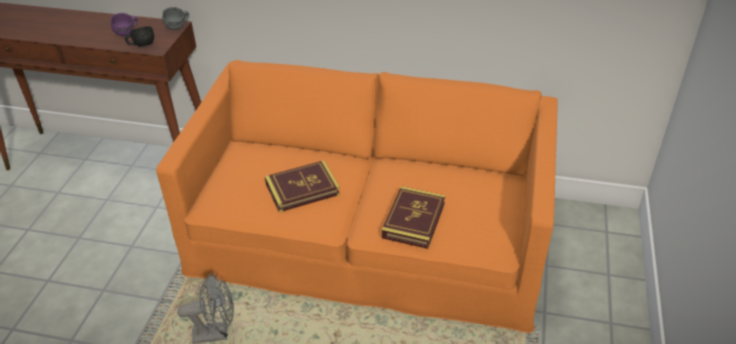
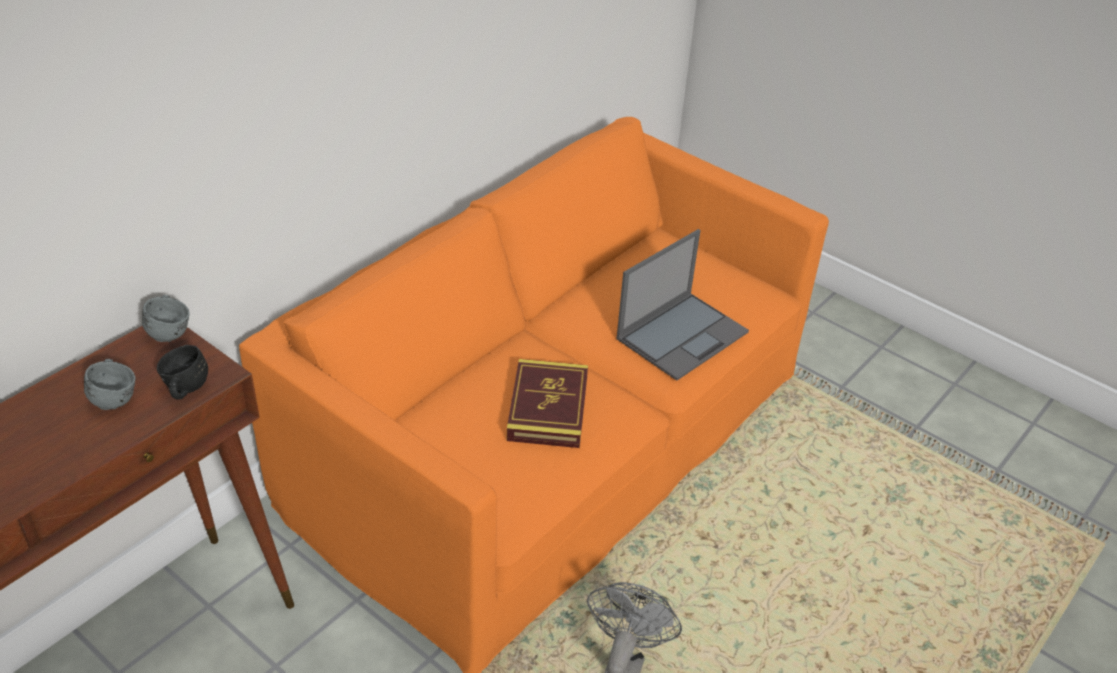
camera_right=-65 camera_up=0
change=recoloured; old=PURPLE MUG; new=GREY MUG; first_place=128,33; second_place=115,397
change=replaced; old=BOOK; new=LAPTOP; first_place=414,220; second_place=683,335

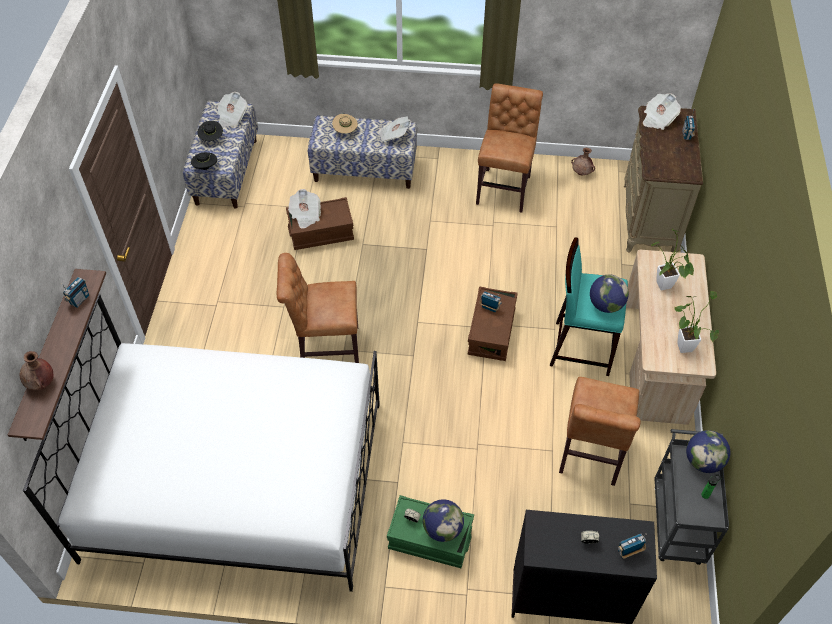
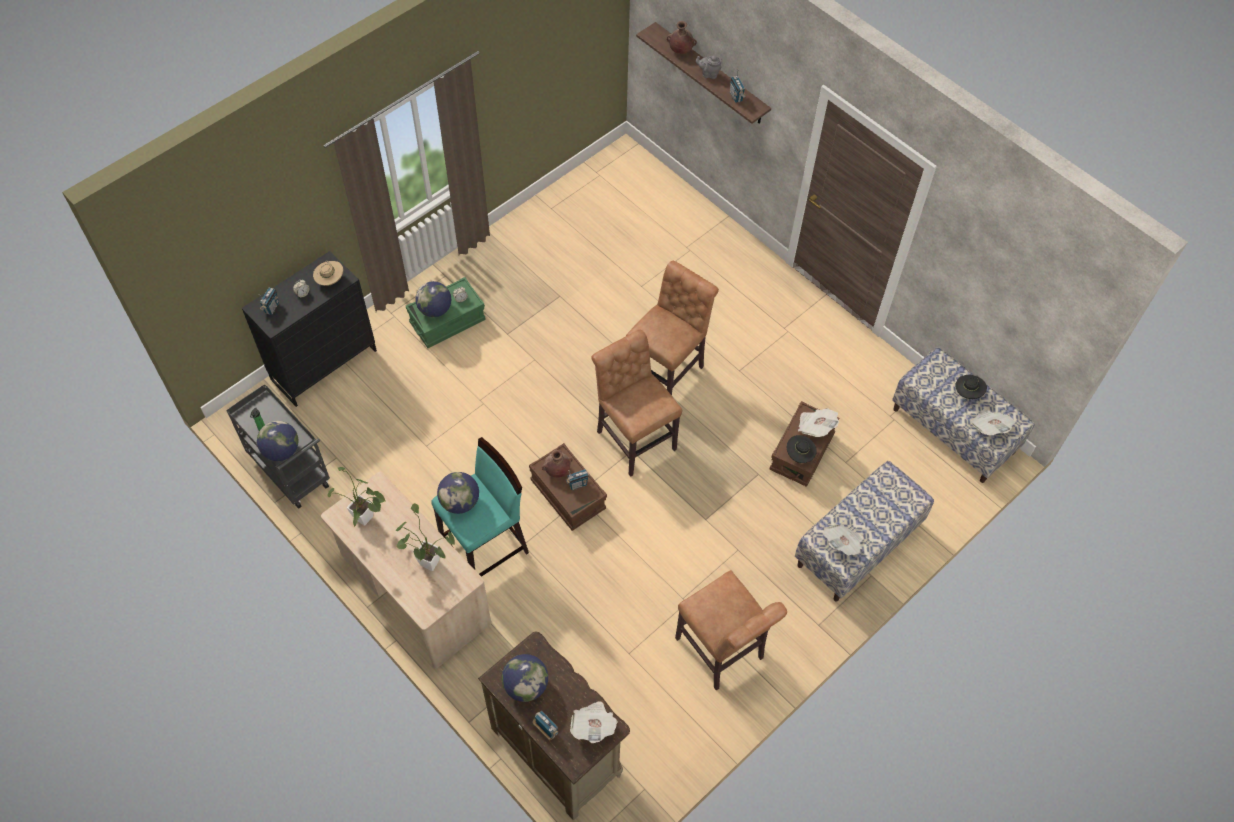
camera_right=130 camera_up=5
change=moved; old=BEIGE HAT; first_place=345,131; second_place=330,280
change=moved; old=BROWN VASE; first_place=581,173; second_place=557,470
change=moved; old=BLACK HAT; first_place=205,167; second_place=799,455
change=removed; old=WHITE BED; first_place=235,479
change=moved; old=BROWN CHAIR; first_place=590,456; second_place=634,437
change=added; new=GREY TEAPOT; second_place=708,74
change=added; new=GLOBE; second_place=526,685

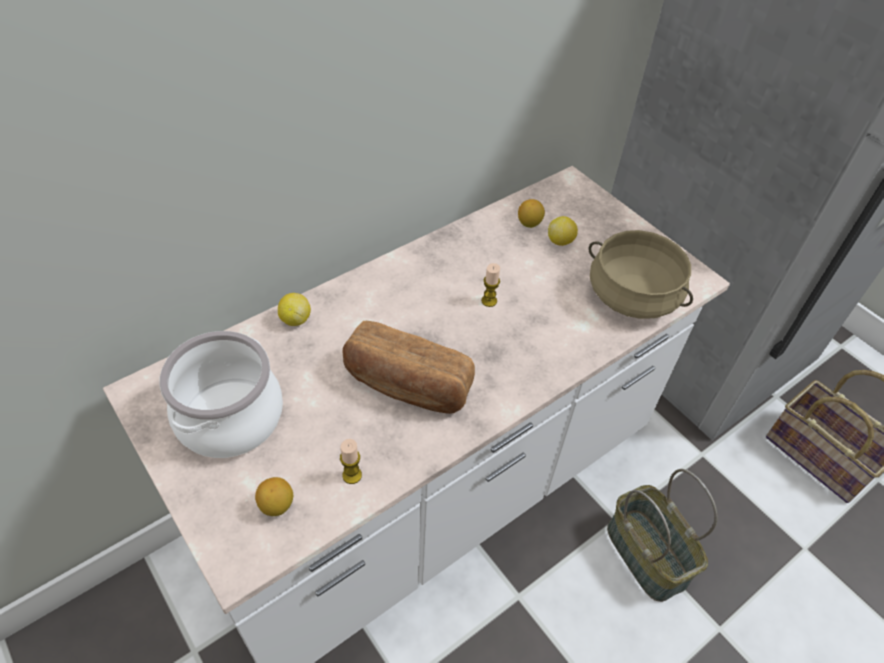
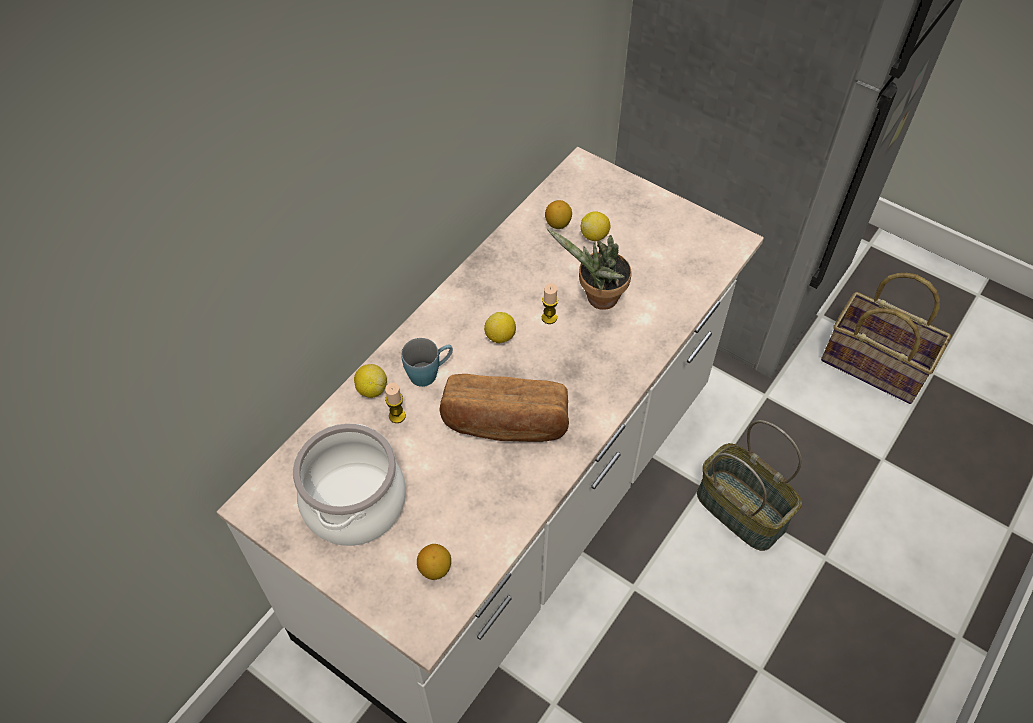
camera_right=-15 camera_up=5
change=removed; old=BEIGE COOKING POT; first_place=632,296
change=moved; old=CANDLE; first_place=352,475; second_place=397,416
change=added; new=POTTED PLANT; second_place=597,299
change=added; new=LEMON; second_place=500,337
change=added; new=BLUE MUG; second_place=429,373

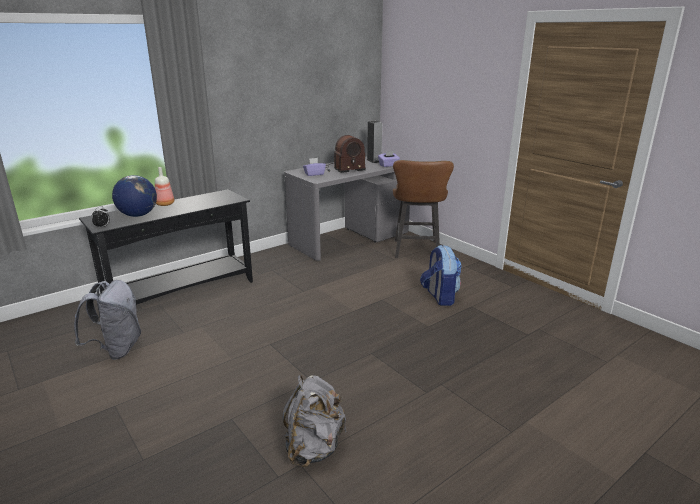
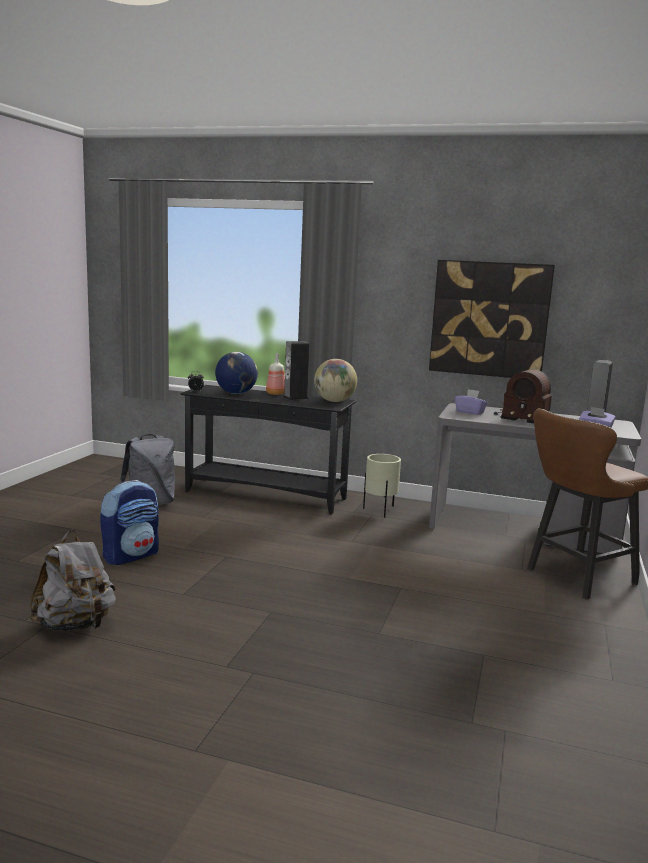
camera_right=55 camera_up=-10
change=moved; old=BACKPACK; first_place=439,297; second_place=131,555
change=added; new=PICTURE; second_place=489,319
change=added; new=SPEAKER; second_place=295,398
change=added; new=GLOBE; second_place=334,401
change=added; new=BEIGE PLANTER; second_place=380,511

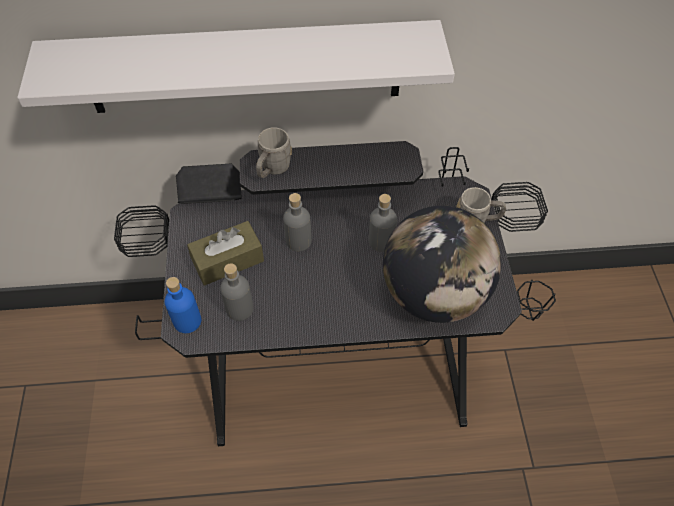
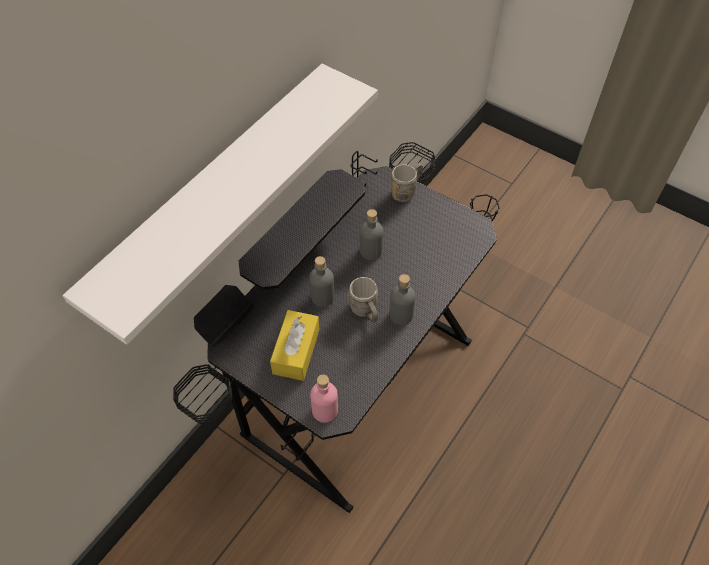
camera_right=-50 camera_up=0
change=moved; old=GREY MUG; first_place=272,169; second_place=365,312
change=removed; old=GLOBE; first_place=434,294
change=recoloured; old=BROWN TISSUE BOX; new=YELLOW TISSUE BOX; first_place=228,260; second_place=296,351
change=moved; old=GREY BOTTLE; first_place=239,309; second_place=401,315
change=recoloured; old=BLUE BOTTLE; new=PINK BOTTLE; first_place=187,321; second_place=325,411

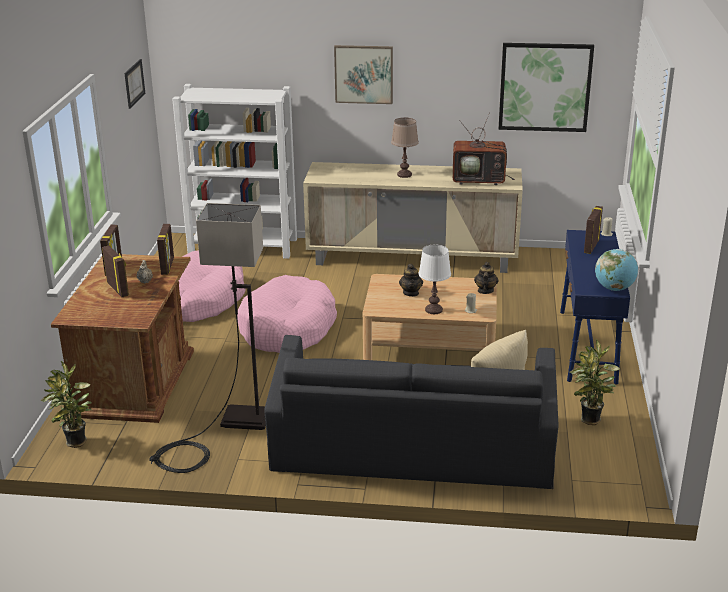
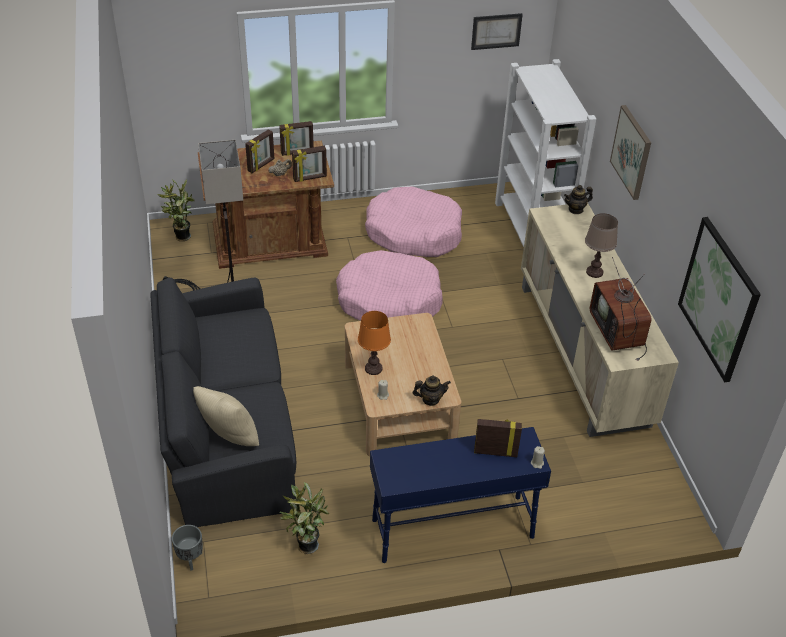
camera_right=70 camera_up=15
change=recoloured; old=WHITE TABLE LAMP; new=ORANGE TABLE LAMP; first_place=433,310; second_place=373,368
change=removed; old=GLOBE; first_place=614,288
change=moved; old=TEAPOT; first_place=411,293; second_place=576,209
change=added; new=GREY PLANTER; second_place=190,559

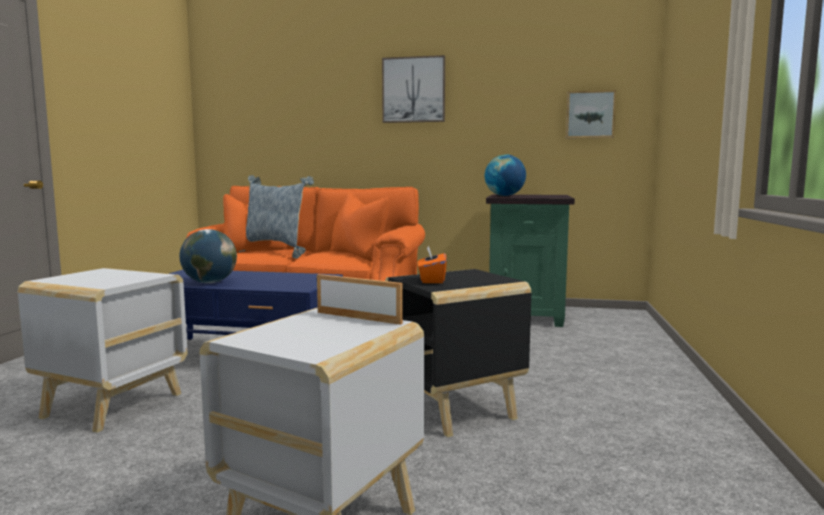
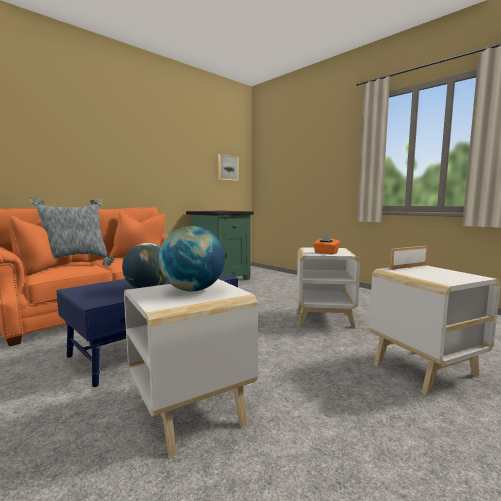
camera_right=-55 camera_up=0
change=removed; old=PICTURE; first_place=413,90
change=moved; old=GLOBE; first_place=504,195; second_place=193,290
change=recoloured; old=BLACK SIDE TABLE; new=WHITE SIDE TABLE; first_place=455,409; second_place=325,319

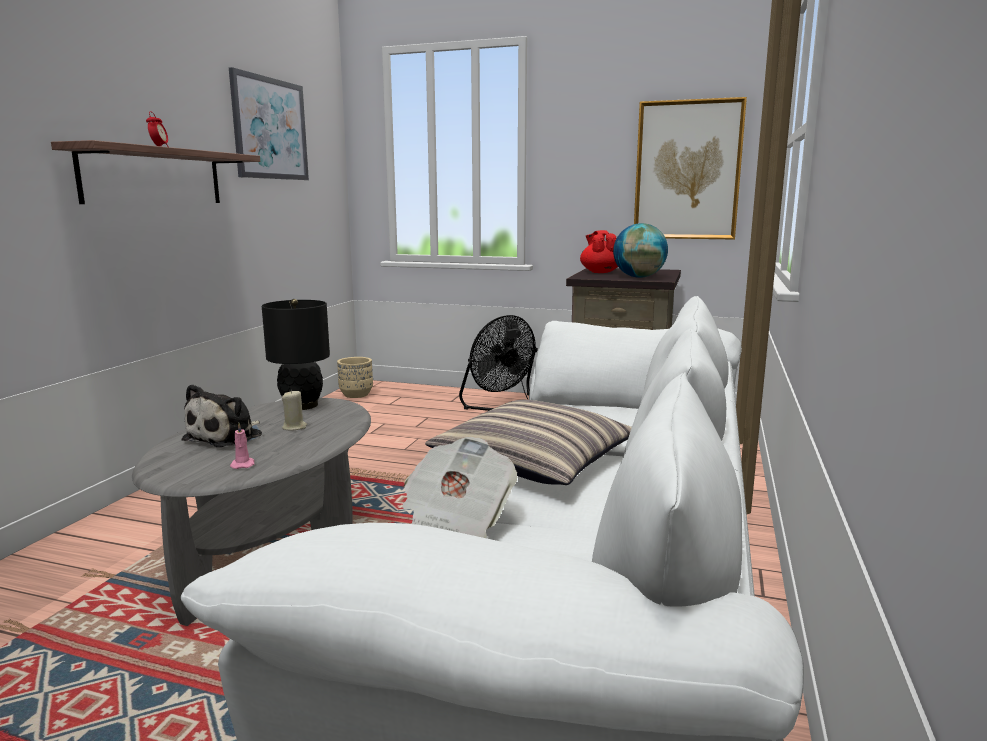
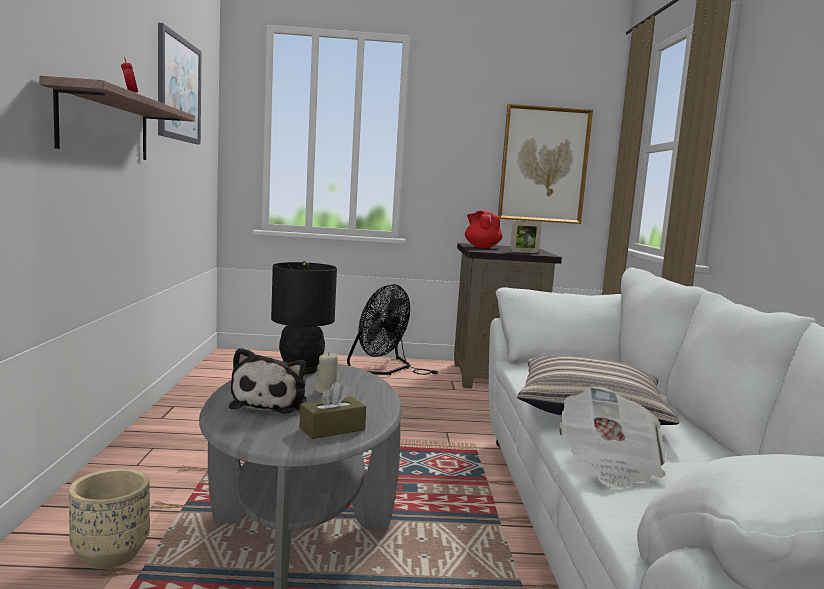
camera_right=-20 camera_up=-5
change=replaced; old=GLOBE; new=PICTURE FRAME; first_place=639,277; second_place=524,252
change=moved; old=BEIGE PLANTER; first_place=356,394; second_place=110,554
change=replaced; old=PINK CANDLE; new=BROWN TISSUE BOX; first_place=243,464; second_place=332,429

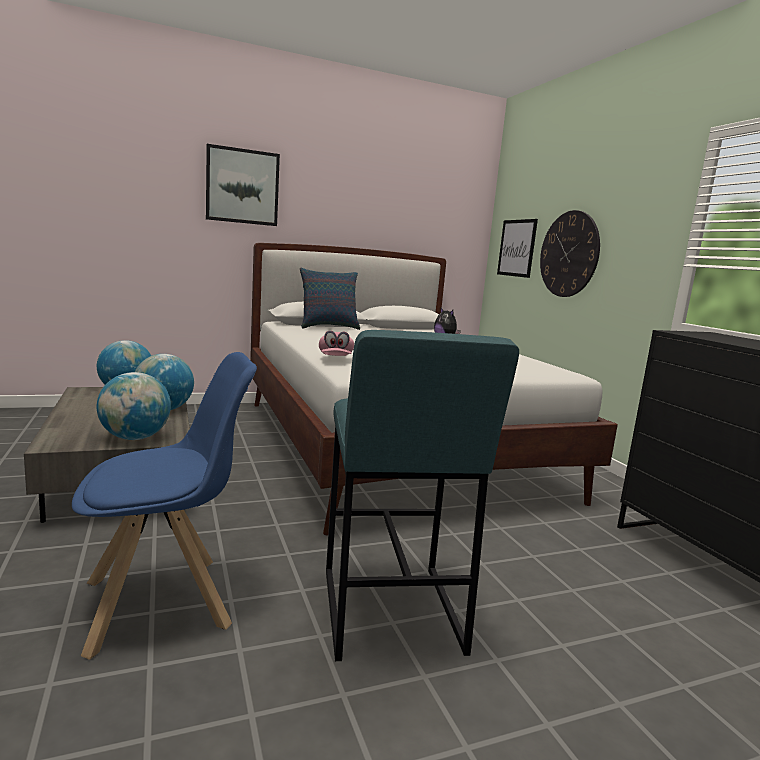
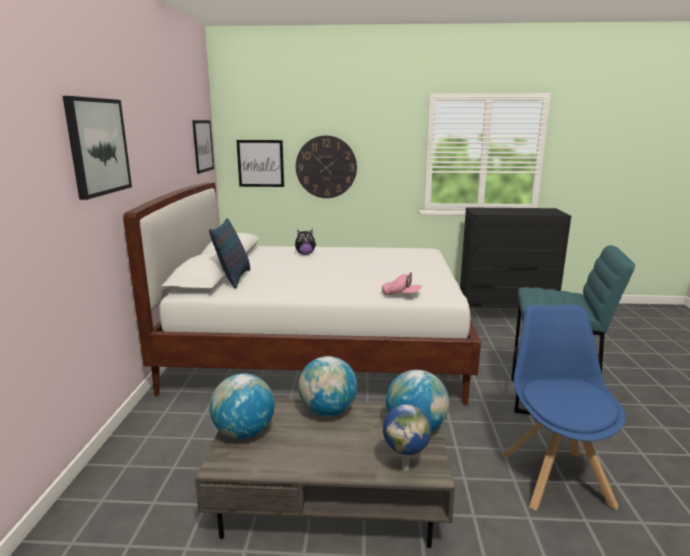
camera_right=-65 camera_up=5
change=added; new=PICTURE; second_place=203,146
change=added; new=GLOBE; second_place=405,467

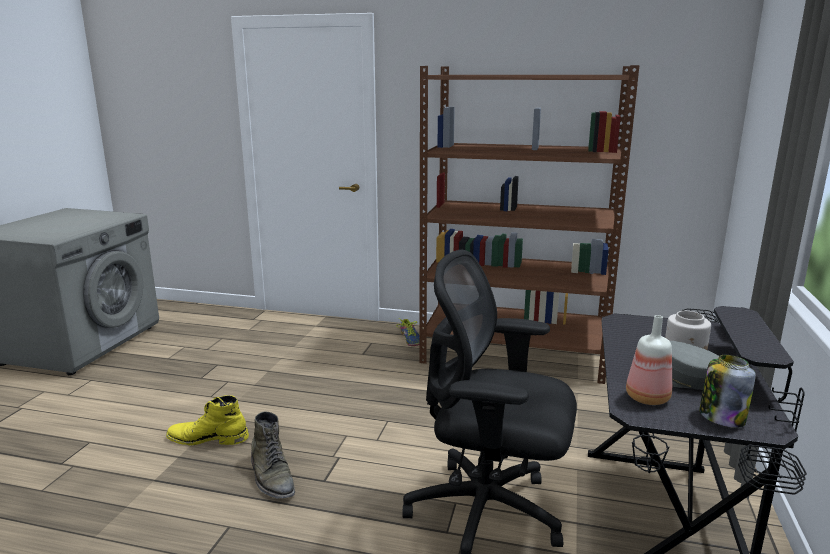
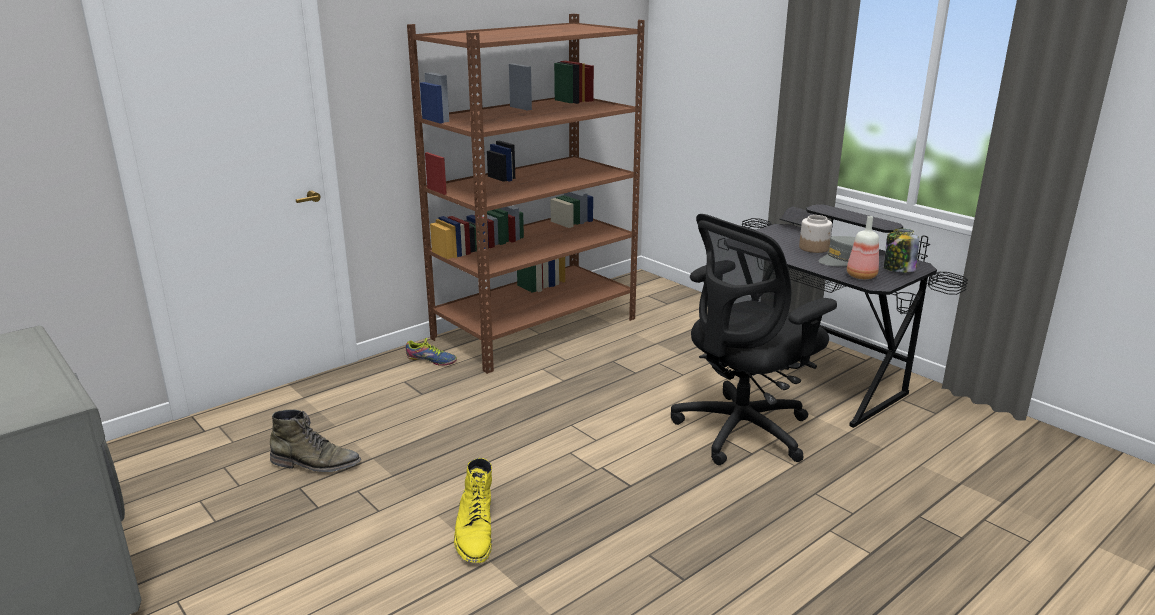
camera_right=-55 camera_up=5
change=turned; old=YELLOW BOOT; first_place=208,438; second_place=475,533; degrees=-45
change=moved; old=GREEN BOOT; first_place=272,477; second_place=316,463

